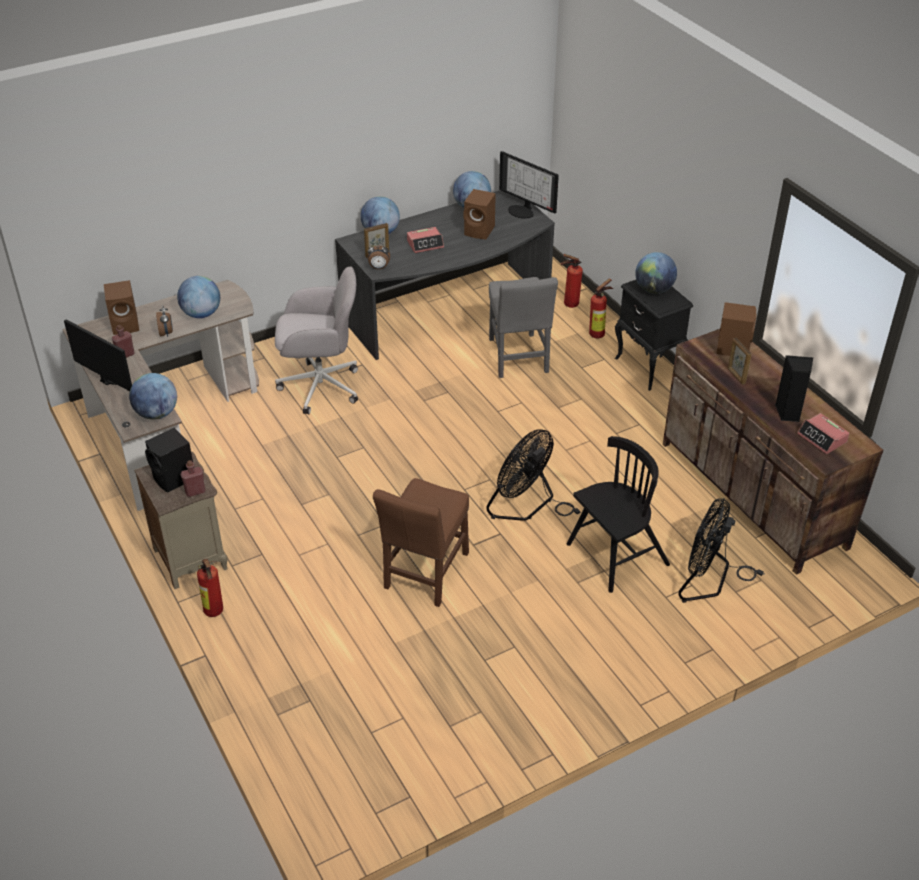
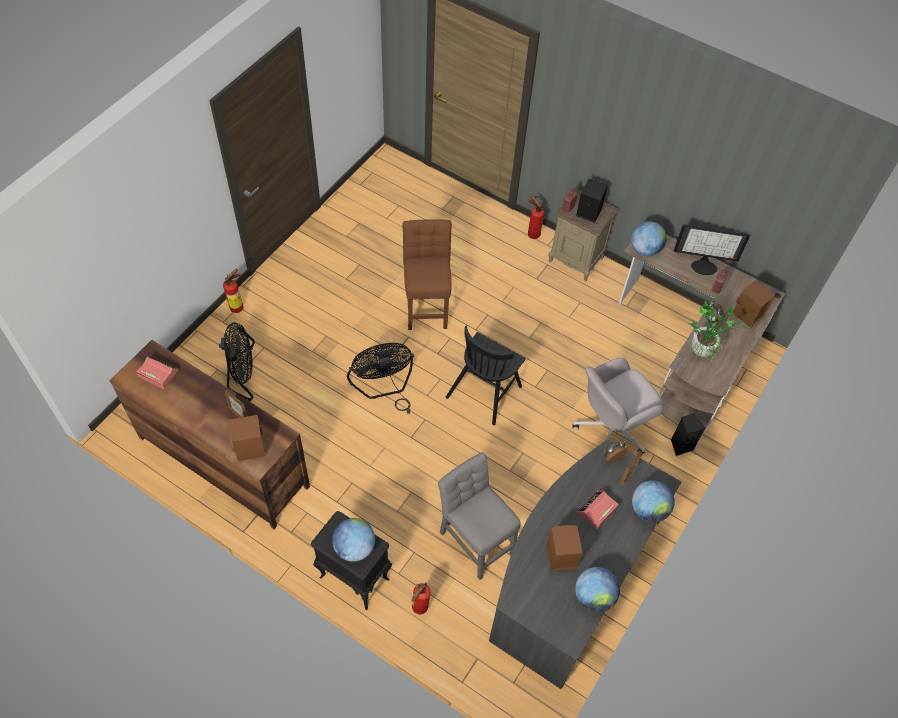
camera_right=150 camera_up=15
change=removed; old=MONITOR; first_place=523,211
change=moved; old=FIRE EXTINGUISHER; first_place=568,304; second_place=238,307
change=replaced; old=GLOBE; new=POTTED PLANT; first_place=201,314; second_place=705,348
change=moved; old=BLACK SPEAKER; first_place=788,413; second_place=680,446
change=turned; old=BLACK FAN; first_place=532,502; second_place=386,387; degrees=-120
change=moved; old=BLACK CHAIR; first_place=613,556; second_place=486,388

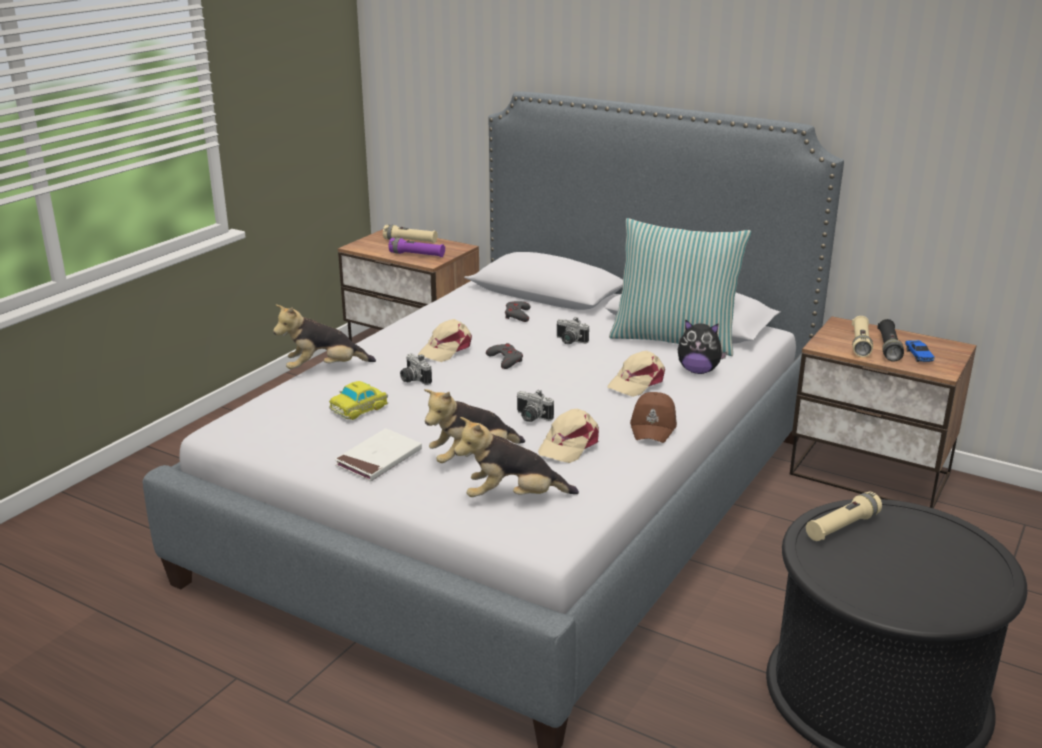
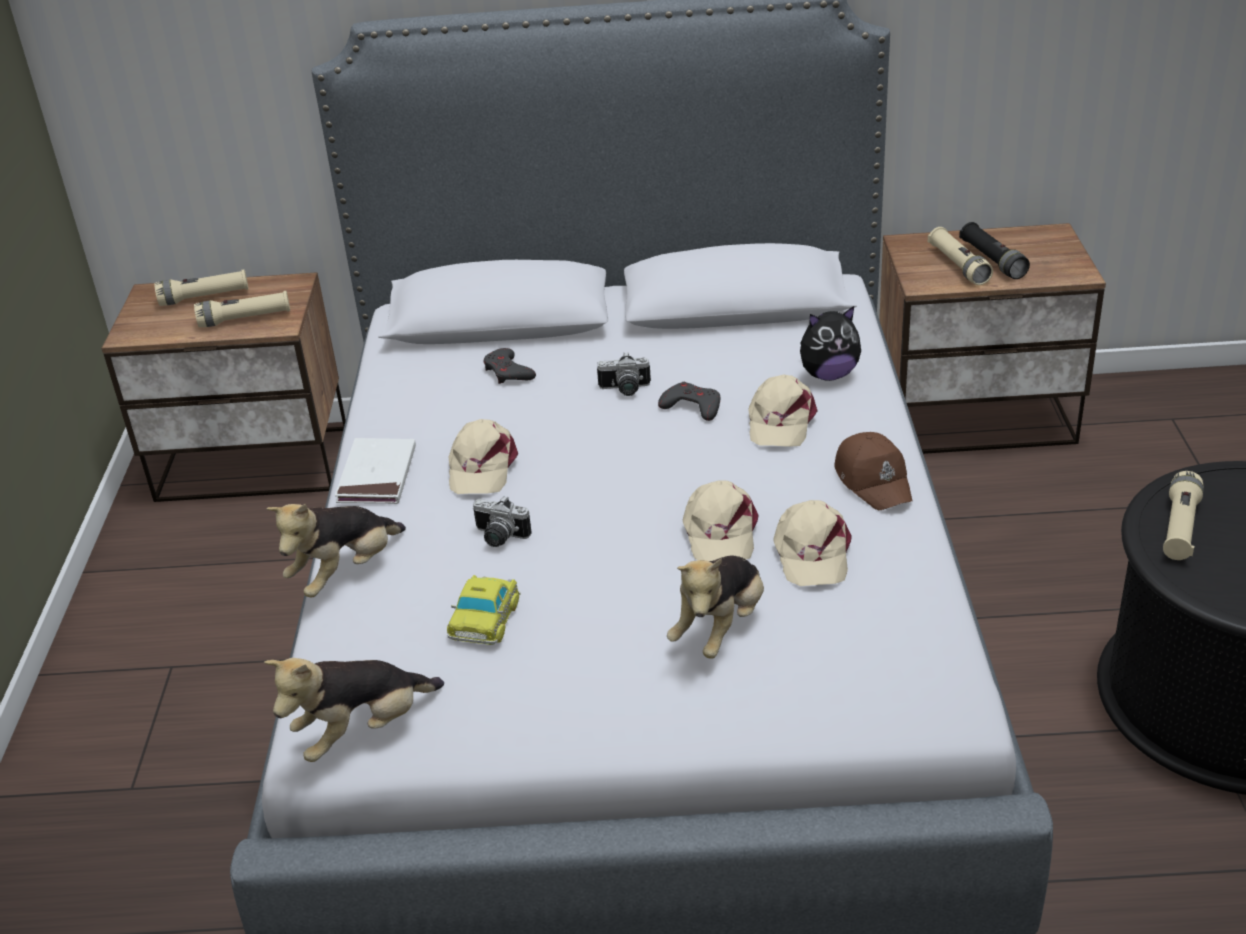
camera_right=-30 camera_up=10
change=removed; old=PILLOW; first_place=674,339
change=recoloured; old=PURPLE FLASHLIGHT; new=BEIGE FLASHLIGHT; first_place=417,255; second_place=245,319
change=removed; old=TOY CAR; first_place=919,355
change=moved; old=GREY GAME CONTROLLER; first_place=505,360; second_place=692,406
change=replaced; old=PHOTO CAMERA; new=BEIGE CAP; first_place=531,418; second_place=720,532
change=moved; old=PLUSH TOY; first_place=513,498; second_place=363,731
change=moved; old=WHITE BOOK; first_place=379,459; second_place=377,475

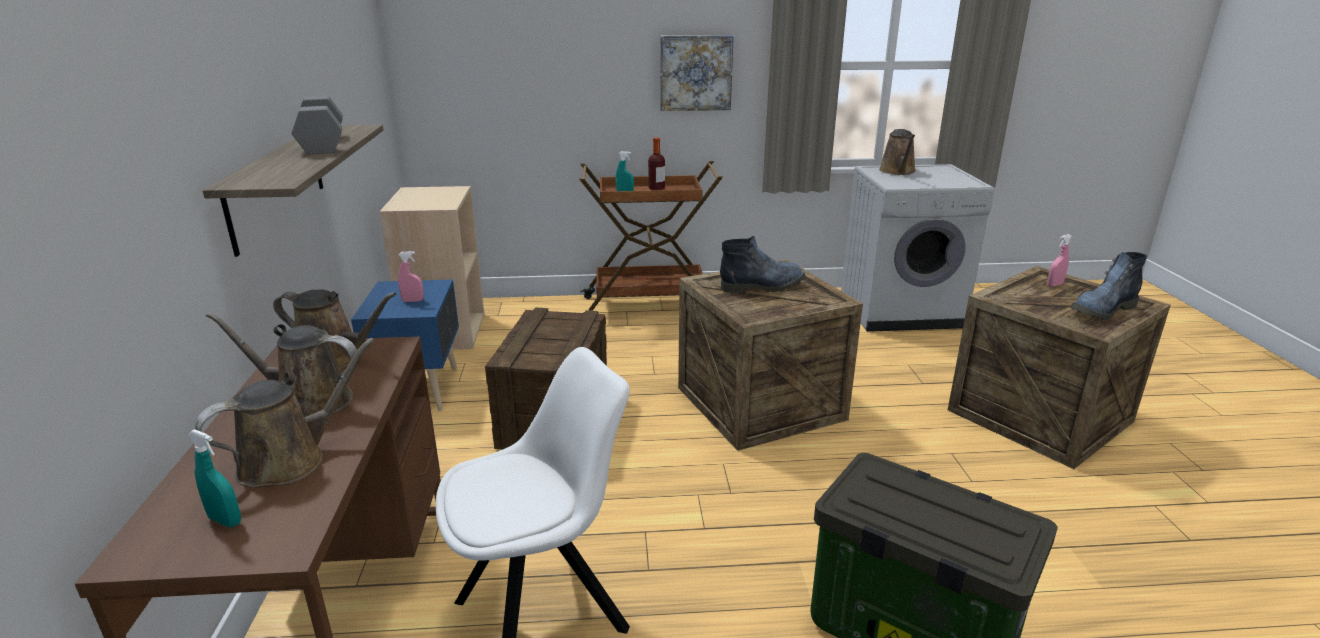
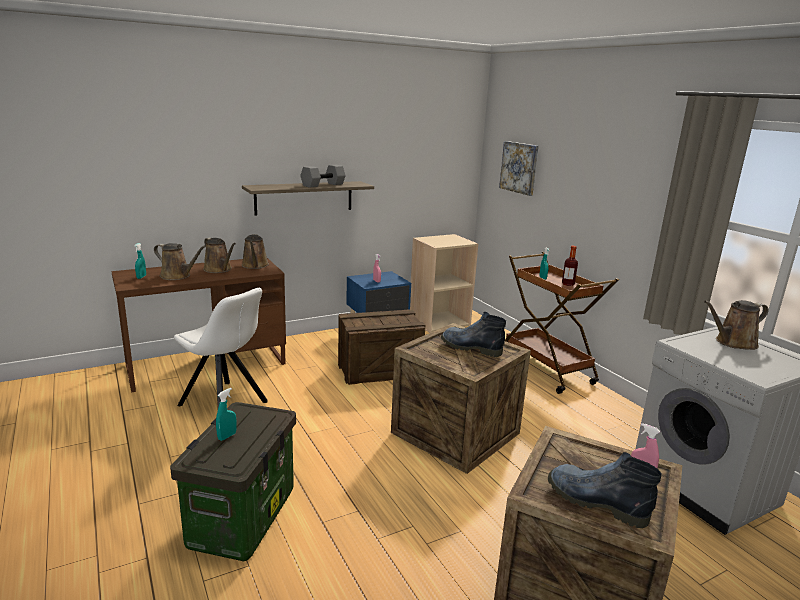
camera_right=65 camera_up=-5
change=moved; old=PICTURE; first_place=695,73; second_place=519,167
change=turned; old=BOOT; first_place=763,286; second_place=470,347; degrees=150
change=turned; old=BROWN WATERING CAN; first_place=308,401; second_place=219,269; degrees=150
change=added; new=TURQUOISE SPRAY BOTTLE; second_place=227,436

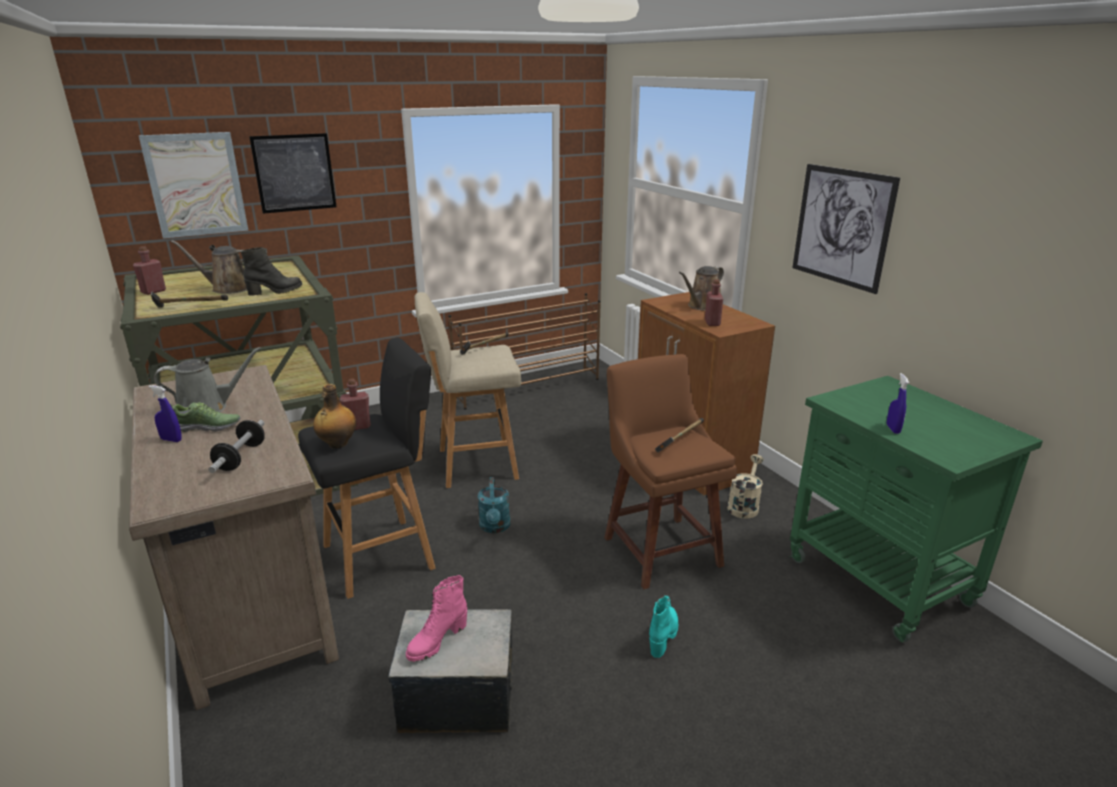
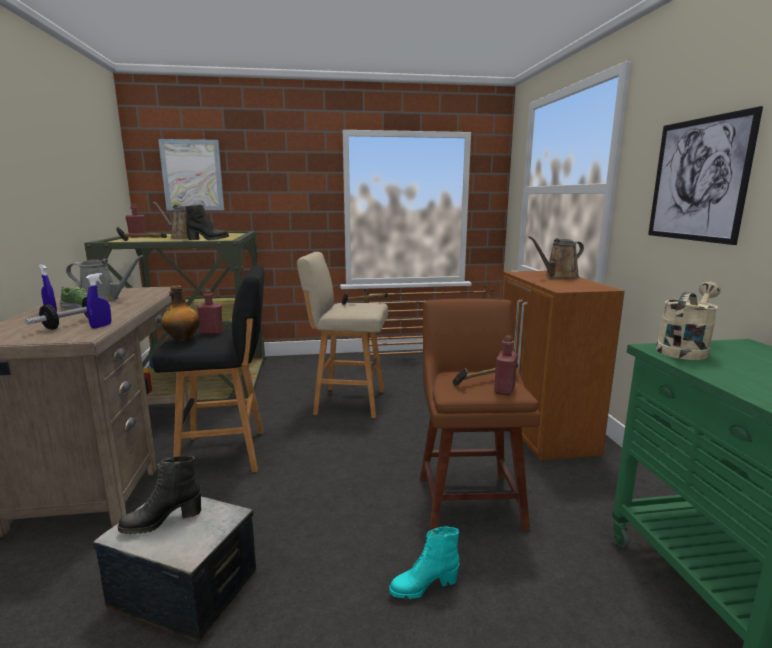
camera_right=20 camera_up=-10
change=removed; old=PICTURE; first_place=294,173
change=moved; old=RED BOTTLE; first_place=712,323; second_place=504,390
change=moved; old=BLUE SPRAY BOTTLE; first_place=893,429; second_place=101,326
change=moved; old=BEIGE WATERING CAN; first_place=744,505; second_place=684,349
change=removed; old=TURQUOISE WATERING CAN; first_place=495,527
change=recoloured; old=PINK BOOT; new=BLACK BOOT; first_place=437,641; second_place=162,521
change=turned; old=TURQUOISE BOOT; first_place=663,636; second_place=423,586; degrees=-150

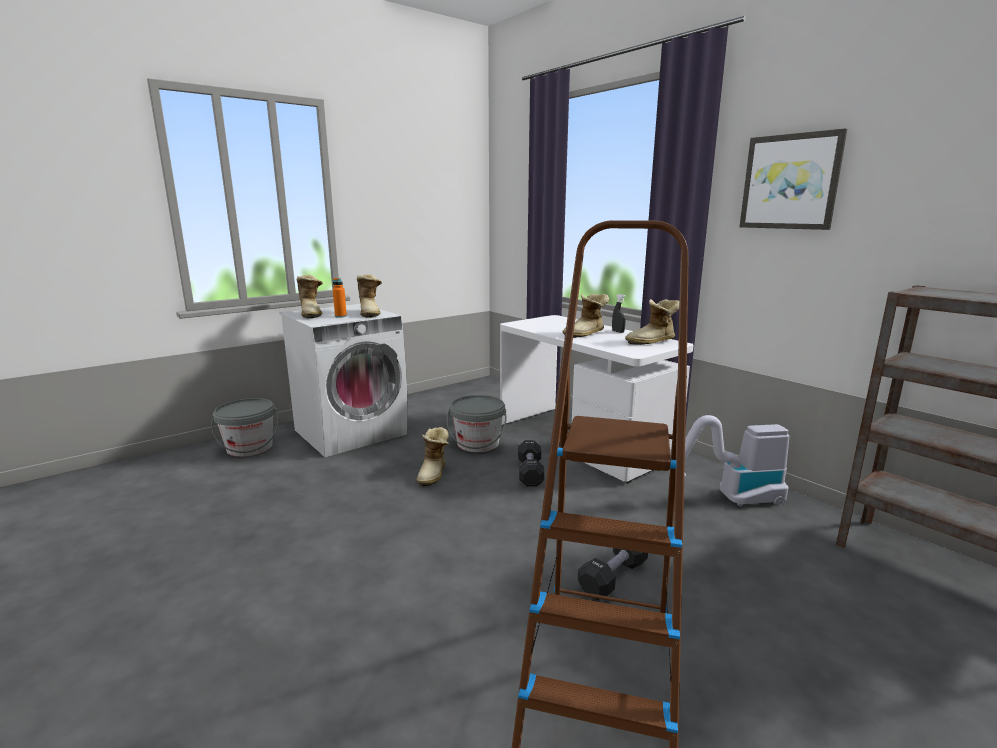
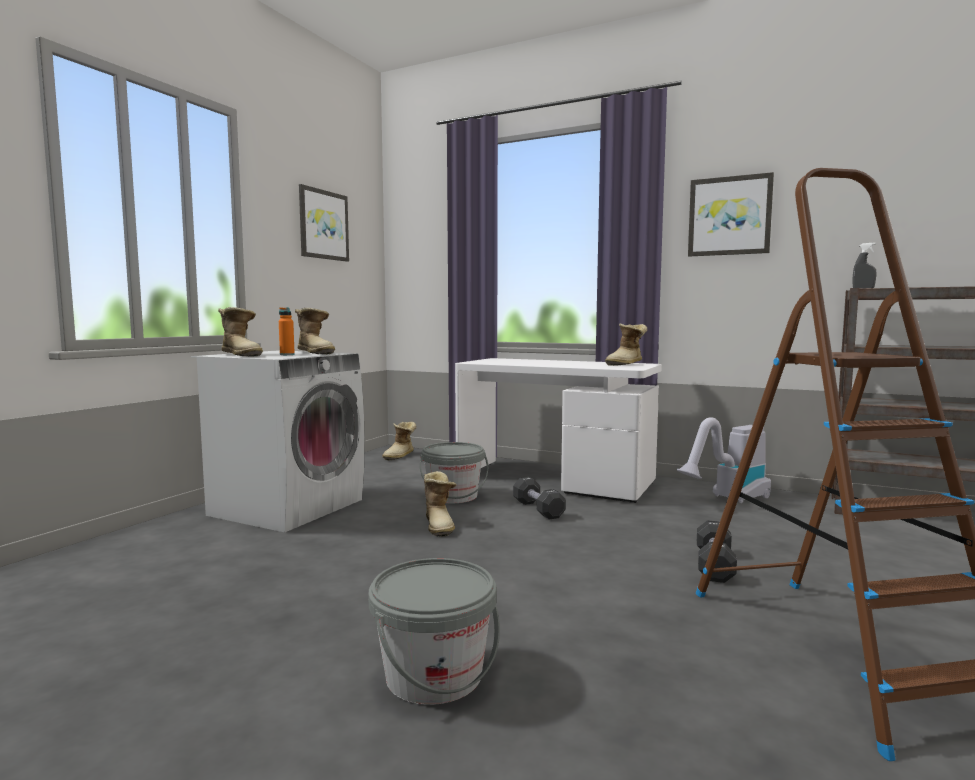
camera_right=-25 camera_up=-10
change=moved; old=BOOT; first_place=586,334; second_place=400,456
change=moved; old=GREY SPRAY BOTTLE; first_place=618,332; second_place=863,289
change=moved; old=GREY BUCKET; first_place=250,447; second_place=434,675
change=added; new=PICTURE; second_place=323,225

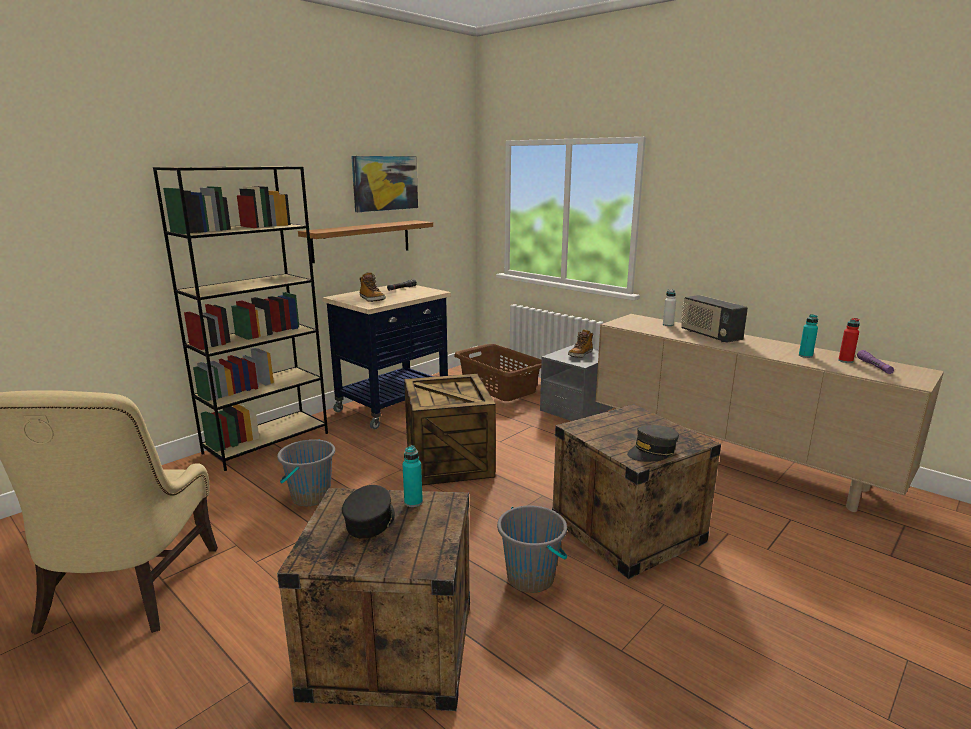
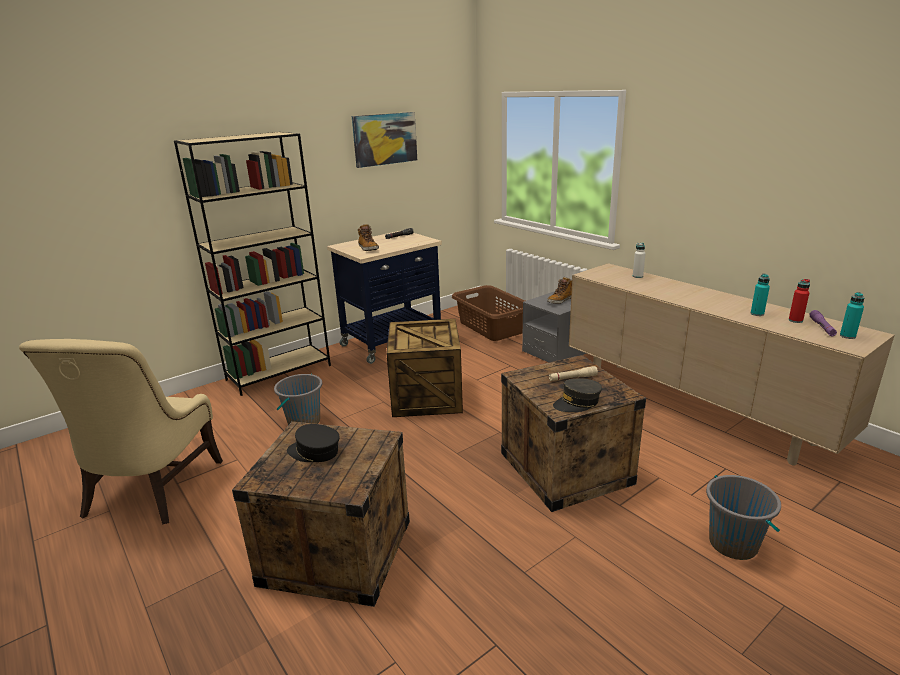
camera_right=10 camera_up=5
change=removed; old=SHELF; first_place=362,240
change=removed; old=RADIO; first_place=709,335
change=moved; old=TURQUOISE BOTTLE; first_place=413,502; second_place=847,336
change=turned; old=BLACK CAP; first_place=370,521; second_place=314,452; degrees=-90
change=moved; old=GREY BUCKET; first_place=531,578; second_place=733,543
change=added; new=BEIGE FLASHLIGHT; second_place=572,378

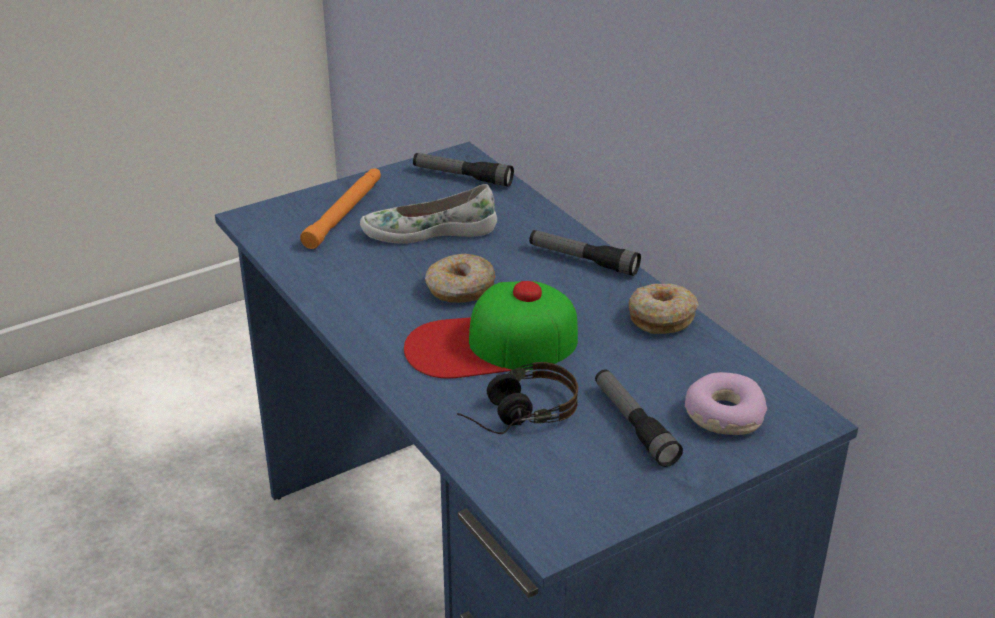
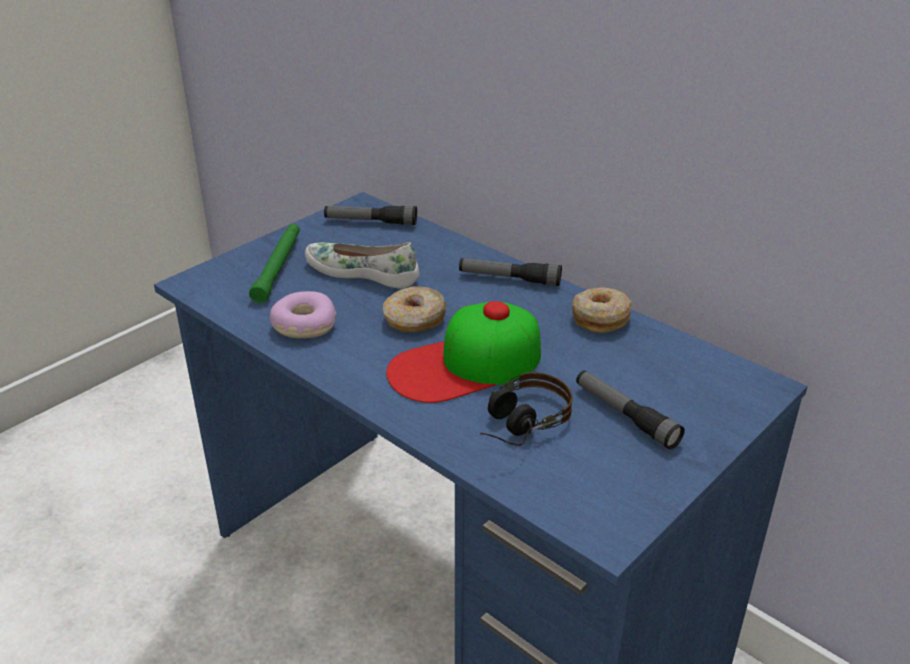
camera_right=-15 camera_up=0
change=recoloured; old=ORANGE FLASHLIGHT; new=GREEN FLASHLIGHT; first_place=345,212; second_place=278,266
change=turned; old=WHITE SHOE; first_place=429,231; second_place=362,272; degrees=45
change=moved; old=DONUT; first_place=723,415; second_place=303,325

